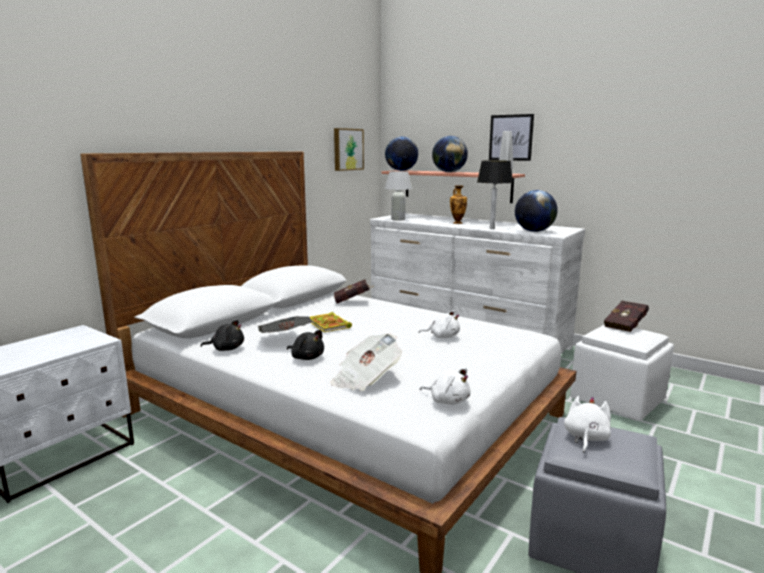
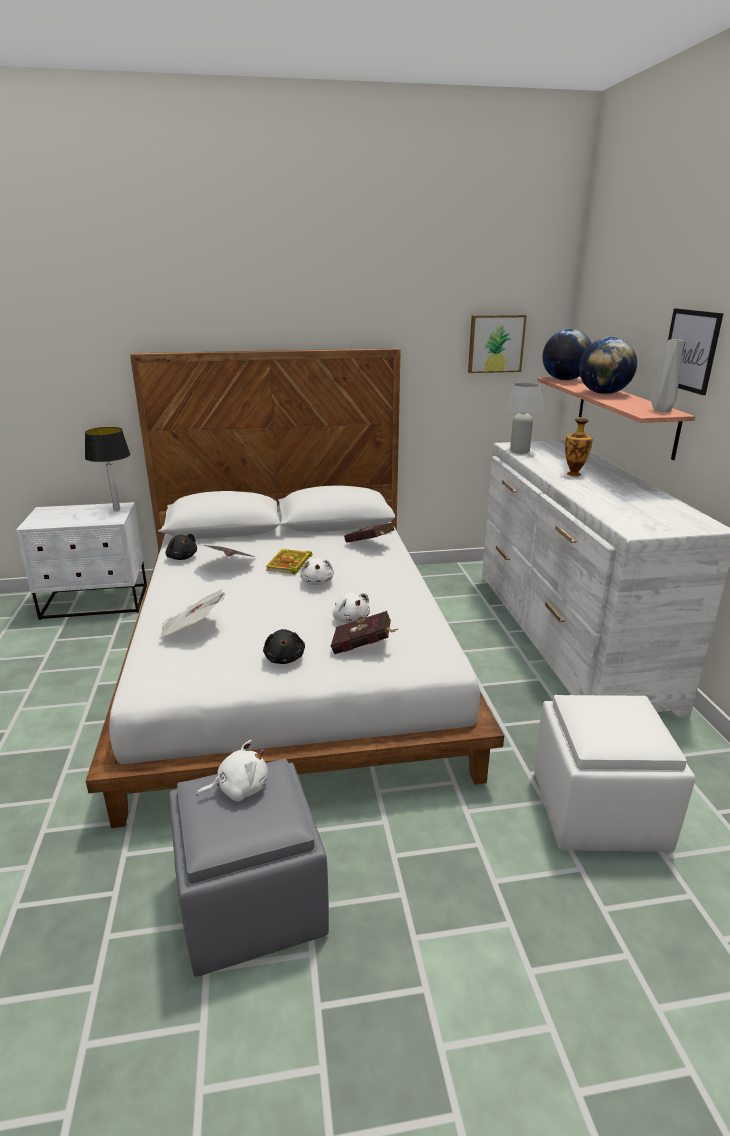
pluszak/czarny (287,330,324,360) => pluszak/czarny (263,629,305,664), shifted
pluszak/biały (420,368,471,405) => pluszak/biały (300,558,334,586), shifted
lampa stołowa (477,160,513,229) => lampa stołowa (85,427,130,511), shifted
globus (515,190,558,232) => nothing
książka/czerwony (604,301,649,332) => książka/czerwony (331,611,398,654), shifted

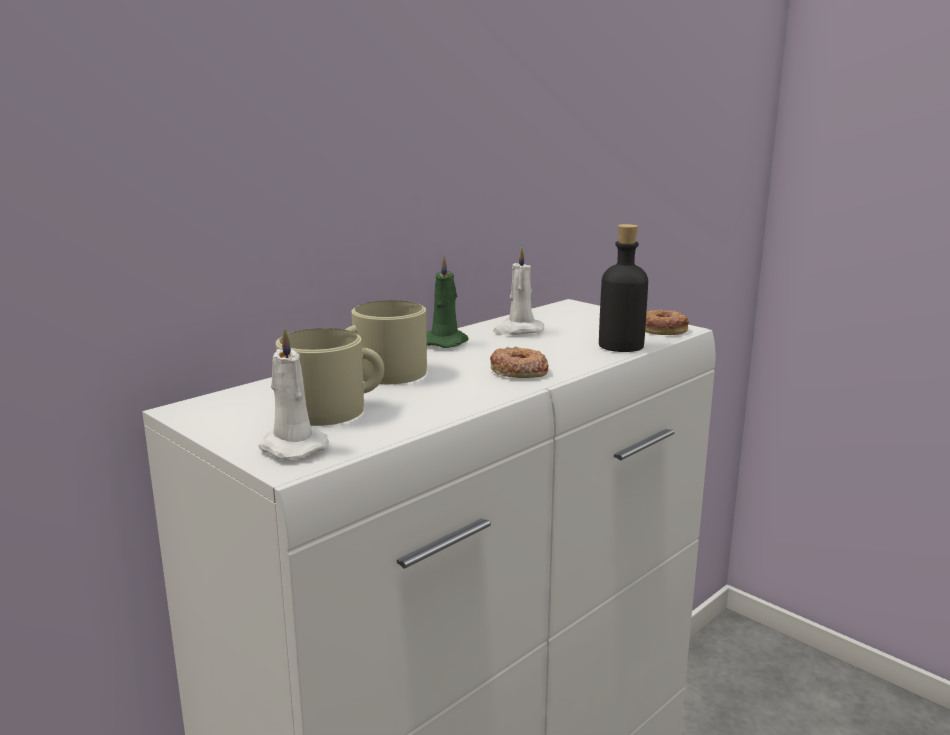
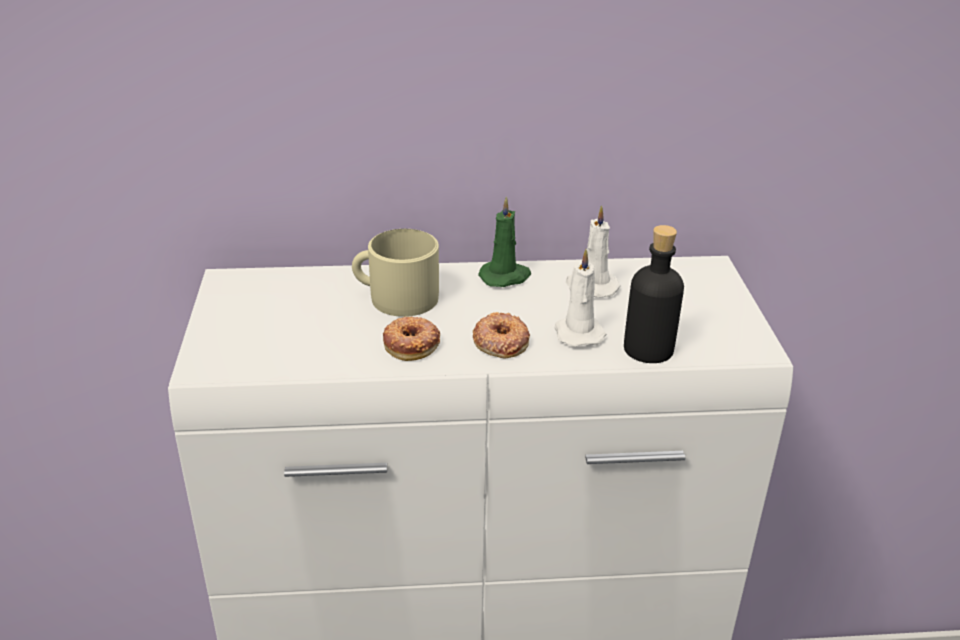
świeca/biały (259,327,329,459) => świeca/biały (555,249,606,347), shifted
kubek/beżowy (276,328,384,426) => nothing
donut (645,309,689,335) => donut (383,316,440,361), shifted

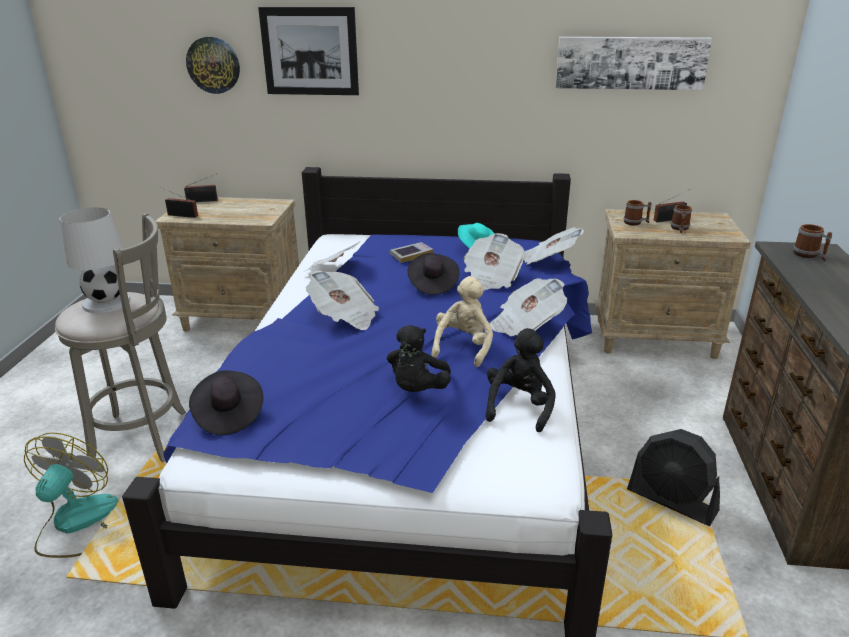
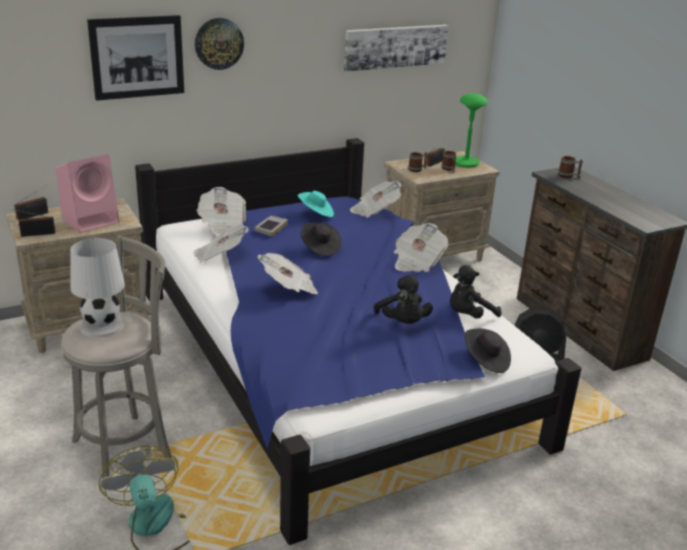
zegar ścienny (186,37,240,94) => zegar ścienny (195,18,244,70), shifted
kapelusz/czarny (189,370,263,435) => kapelusz/czarny (465,329,511,373), shifted
pluszak/beżowy (431,276,493,367) => nothing
gazeta (464,233,526,290) => gazeta (197,187,246,235), shifted
pluszak/czarny (486,328,555,433) => pluszak/czarny (450,265,502,319), 105 degrees counterclockwise
nothing => głośnik/różowy (55,154,119,233)
nothing => lampa stołowa/zielony (455,93,488,168)

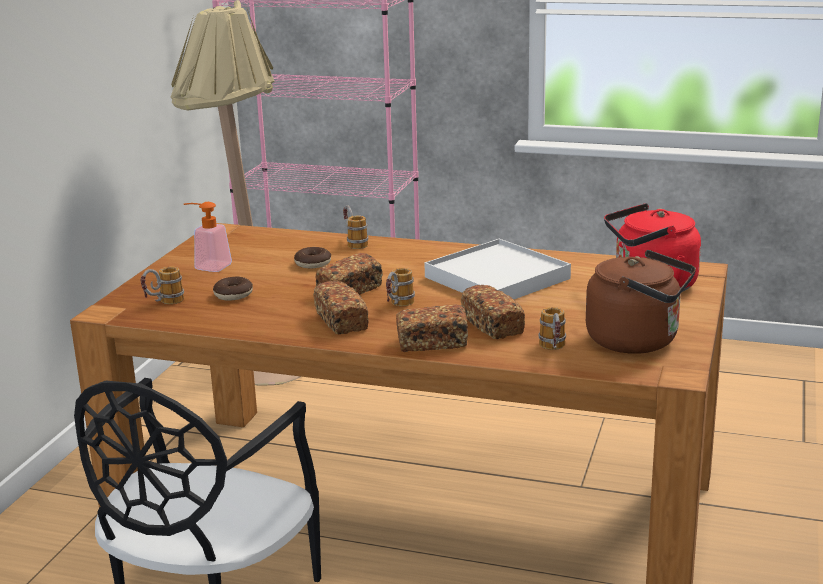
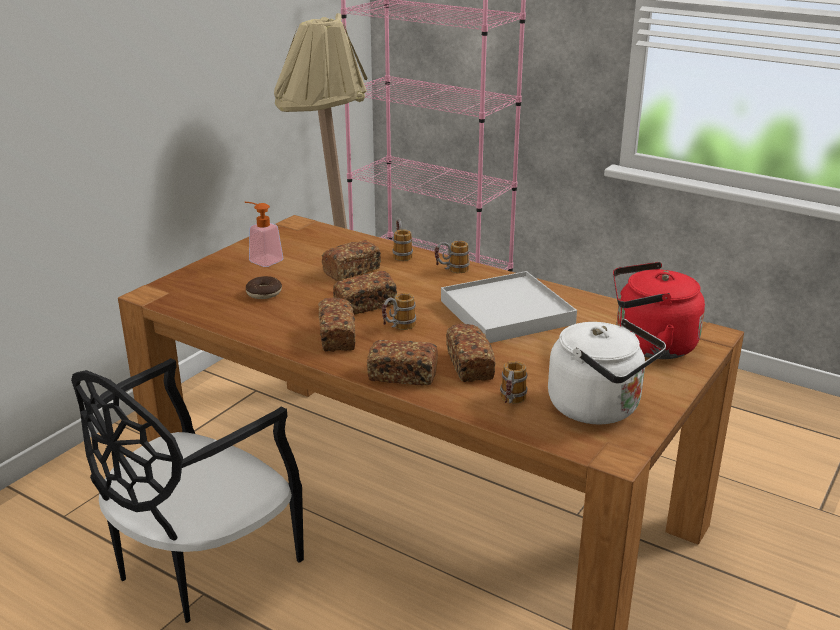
kubek (140,267,184,304) => kubek (435,241,470,273), shifted
donut (294,247,331,268) => chleb (322,240,381,281)
czajnik/brązowy (586,250,696,353) => czajnik/biały (548,319,666,425)

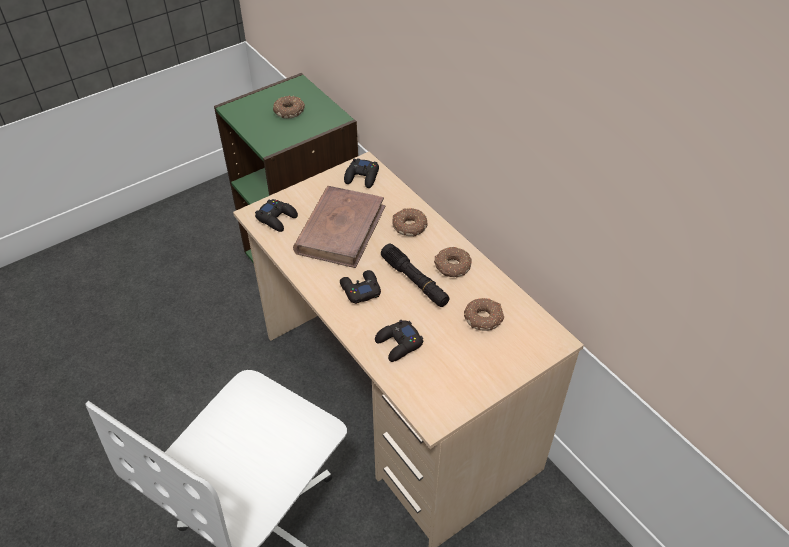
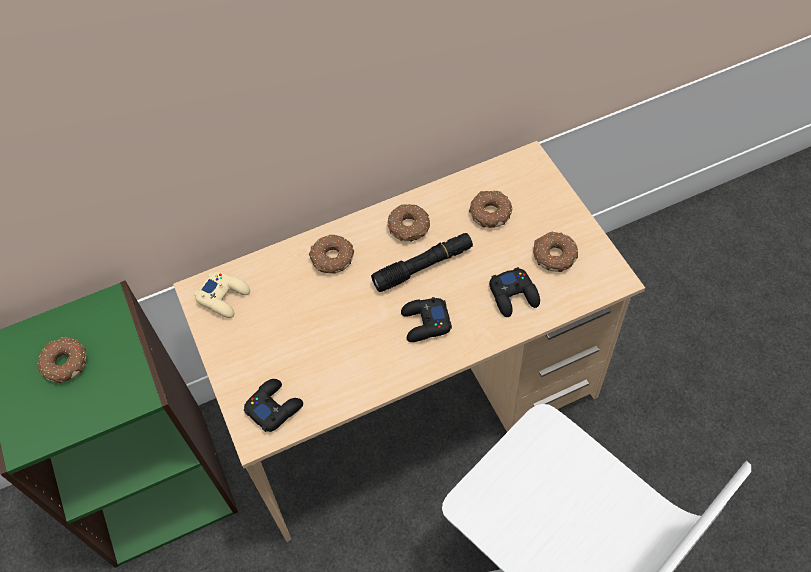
książka/brązowy (293,186,386,268) => nothing
pad do gier/czarny (344,158,379,188) => pad do gier/beżowy (194,272,250,318)
nothing => donut (533,232,578,272)

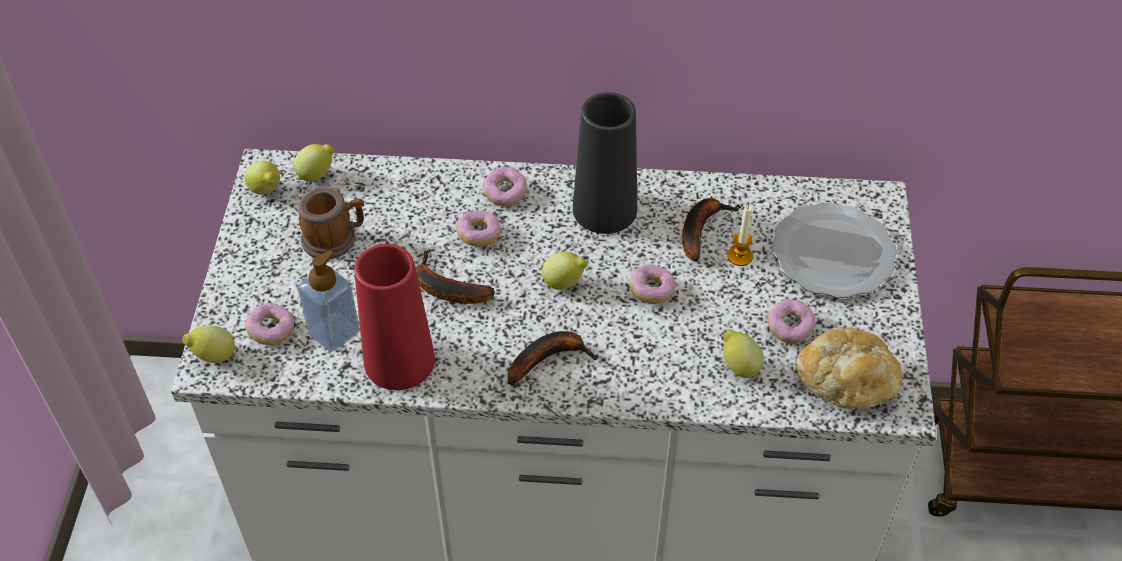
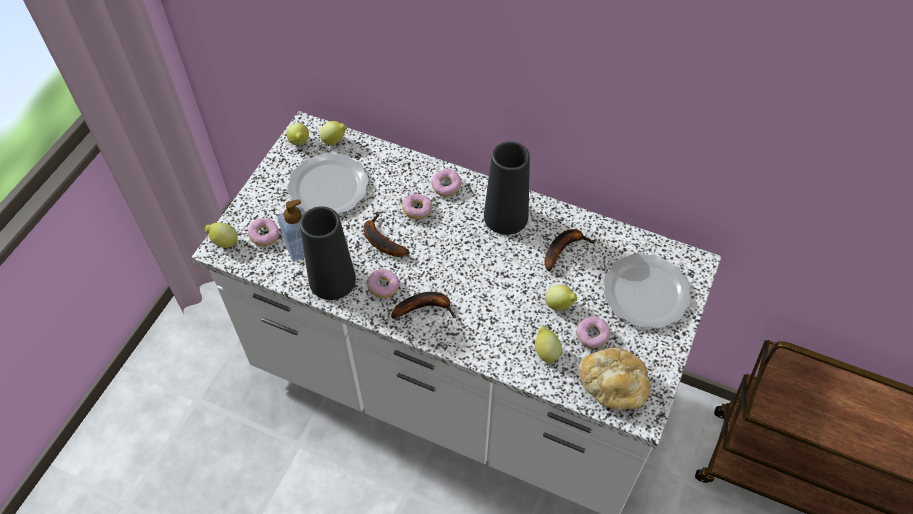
kubek (298,187,364,259) => talerz (287,153,369,215)
wazon/czerwony (354,244,435,390) => wazon/czarny (300,206,356,300)
cytryna (542,252,588,290) => cytryna (545,285,578,311), shifted
donut (630,265,676,304) => donut (367,269,399,298), shifted
świeca (727,205,753,266) => nothing

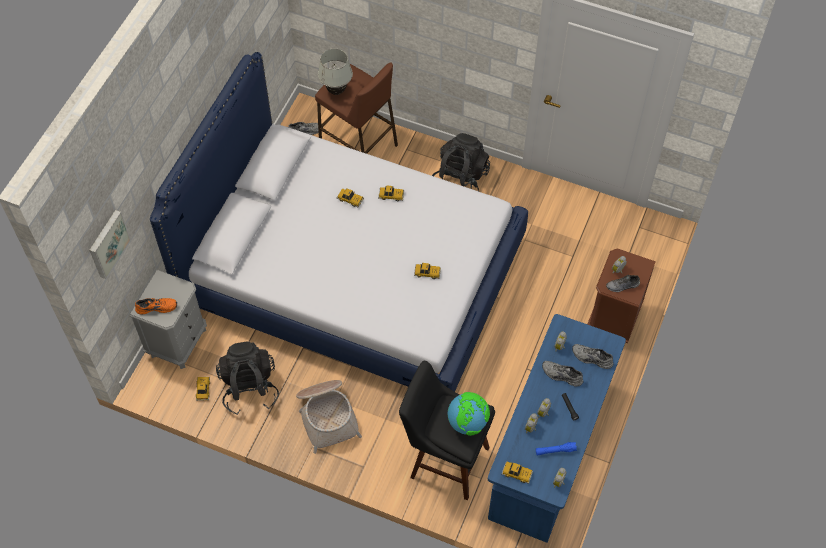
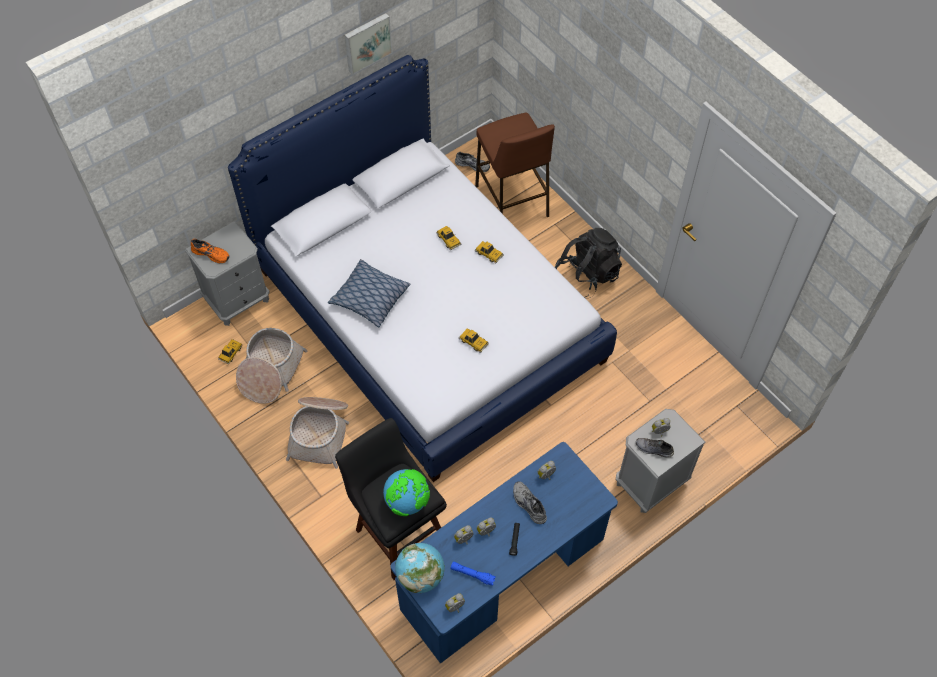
obraz (89,210,131,279) => obraz (344,13,392,75), shifted
plecak/czarny (216,341,279,415) => koszyk (236,328,307,404)
lampa stołowa/biały (318,48,353,95) => nothing
samochodzik (502,461,533,484) => globus (395,543,445,593)
but/szary (572,344,613,369) => nothing
szafka nocna/brązowy (587,248,656,343) => szafka nocna/szary (616,409,706,513)
nothing => poduszka (328,259,411,327)

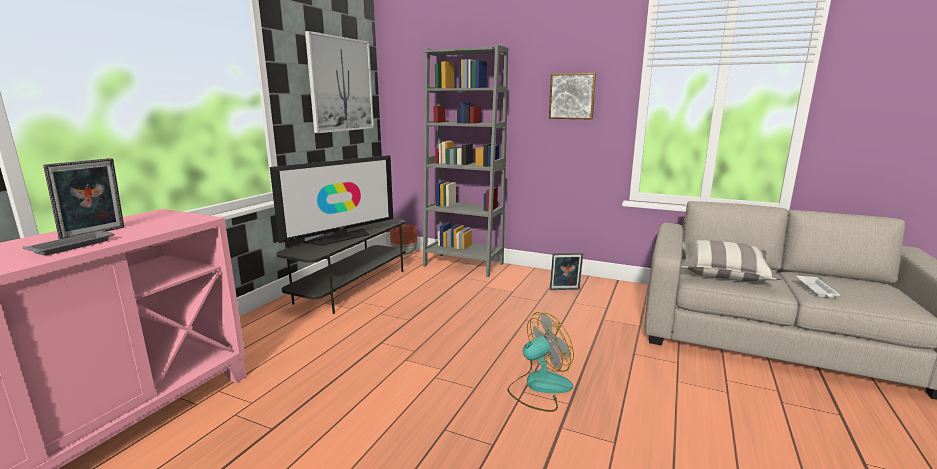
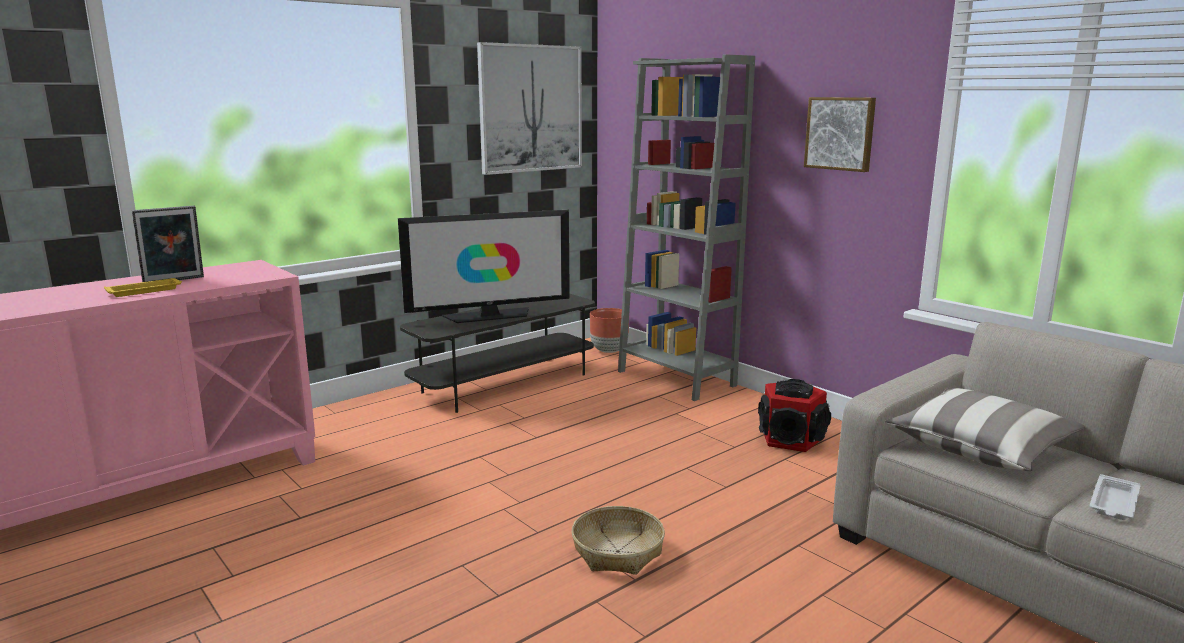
taca/szary (23,231,115,256) => taca/żółty (104,278,182,297)
wentylator (508,312,574,412) => koszyk (572,506,665,575)
ramka na zdjęcie (550,253,583,290) => głośnik (758,379,831,452)

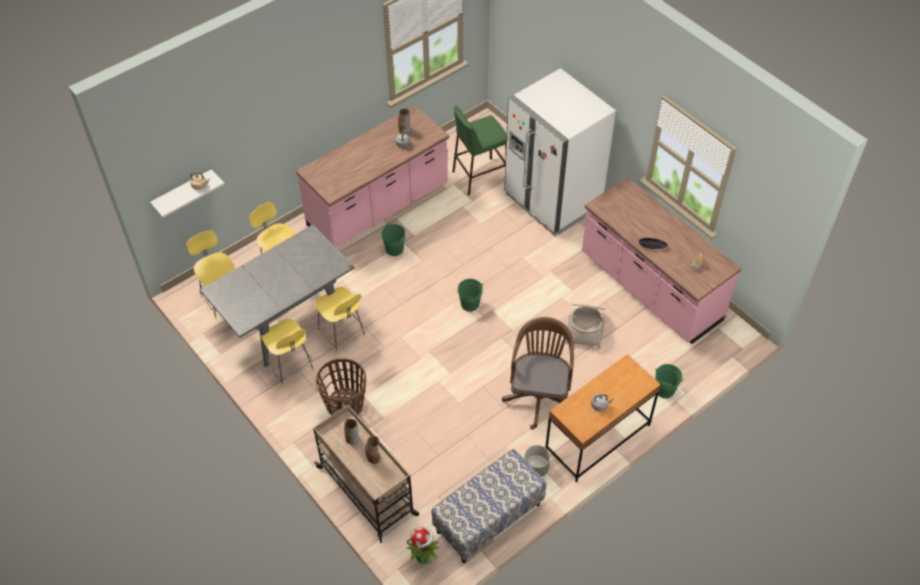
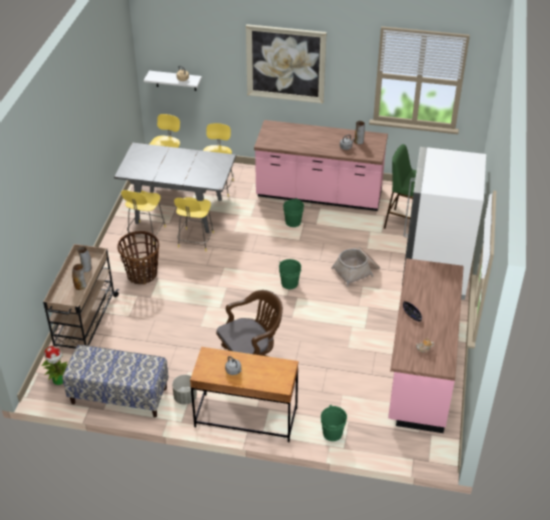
koszyk (565,304,605,349) => koszyk (331,247,380,287), shifted
nothing => obraz (246,24,327,104)

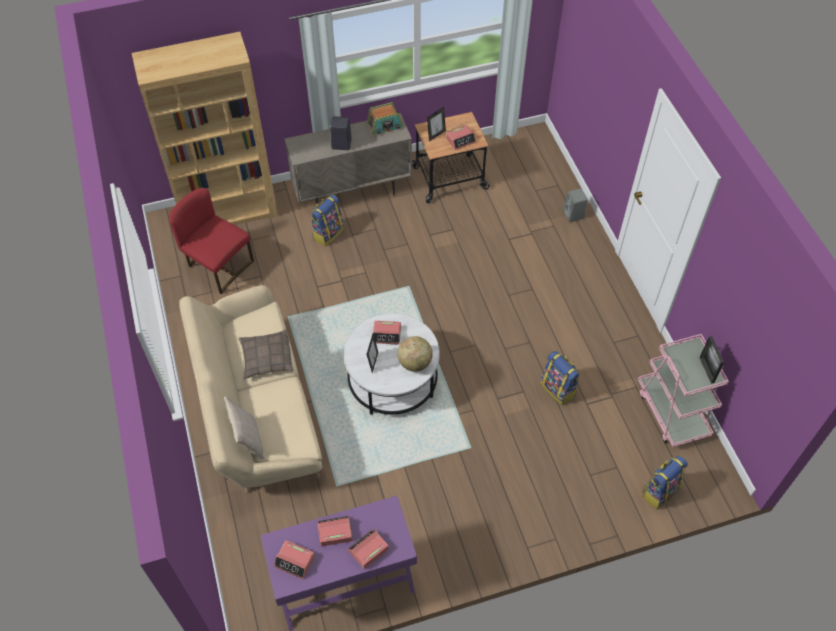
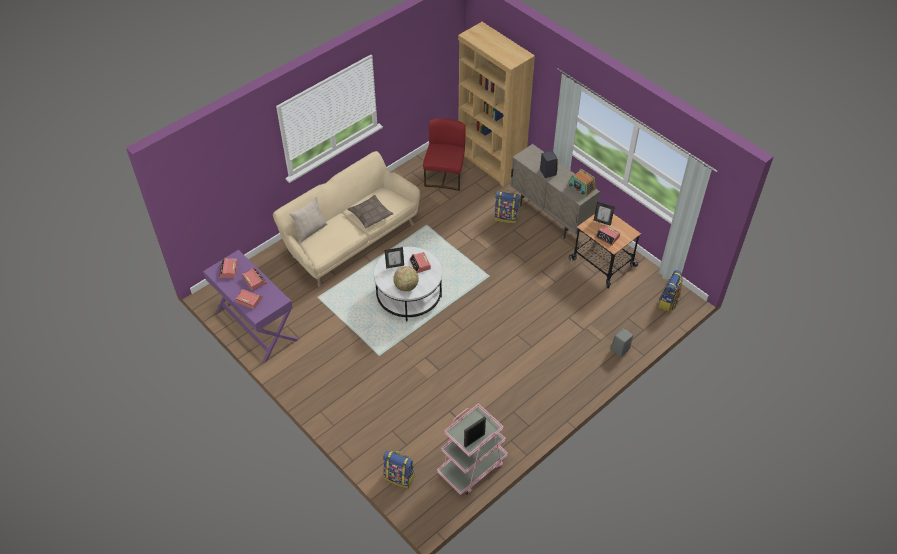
plecak (541,351,580,405) => plecak (658,270,683,312), shifted

